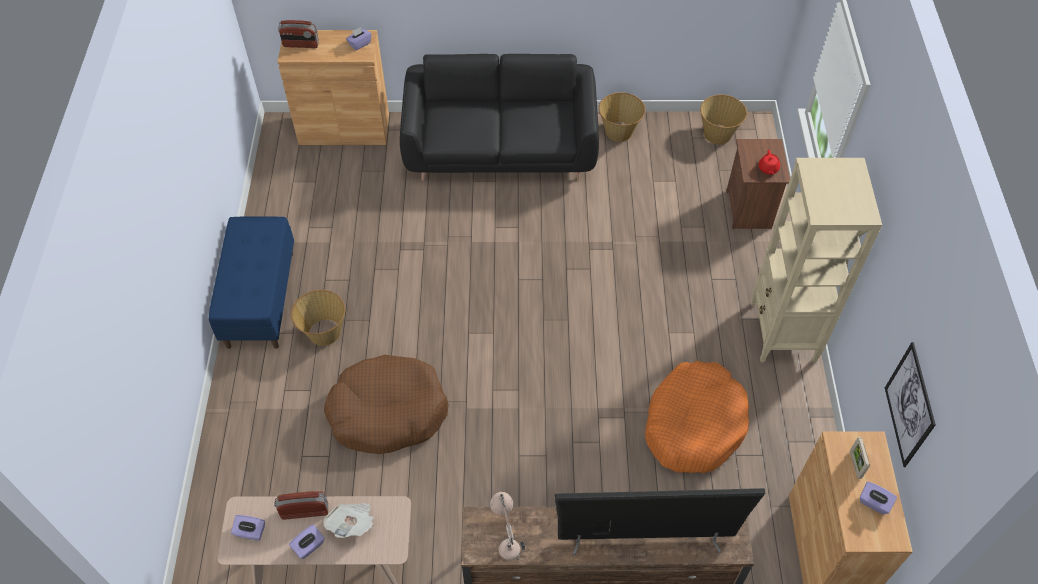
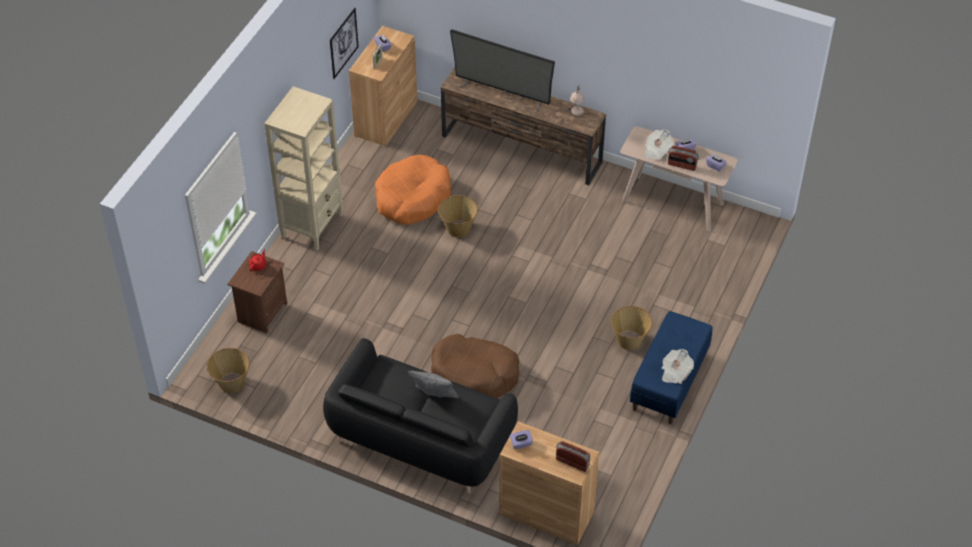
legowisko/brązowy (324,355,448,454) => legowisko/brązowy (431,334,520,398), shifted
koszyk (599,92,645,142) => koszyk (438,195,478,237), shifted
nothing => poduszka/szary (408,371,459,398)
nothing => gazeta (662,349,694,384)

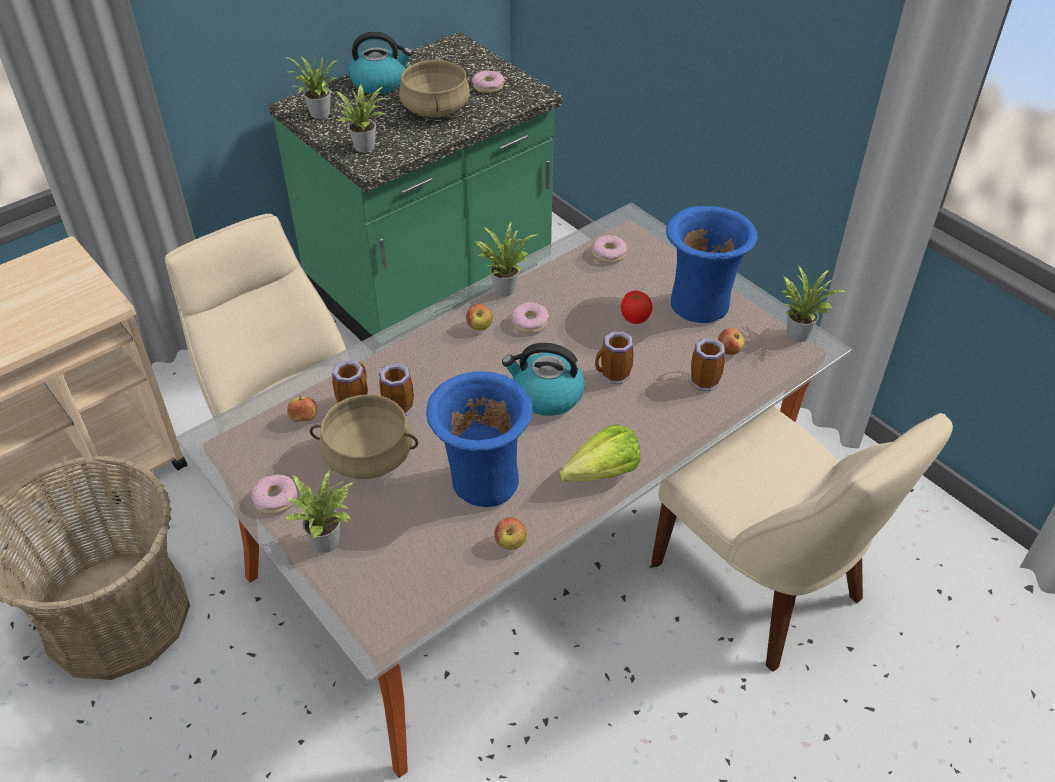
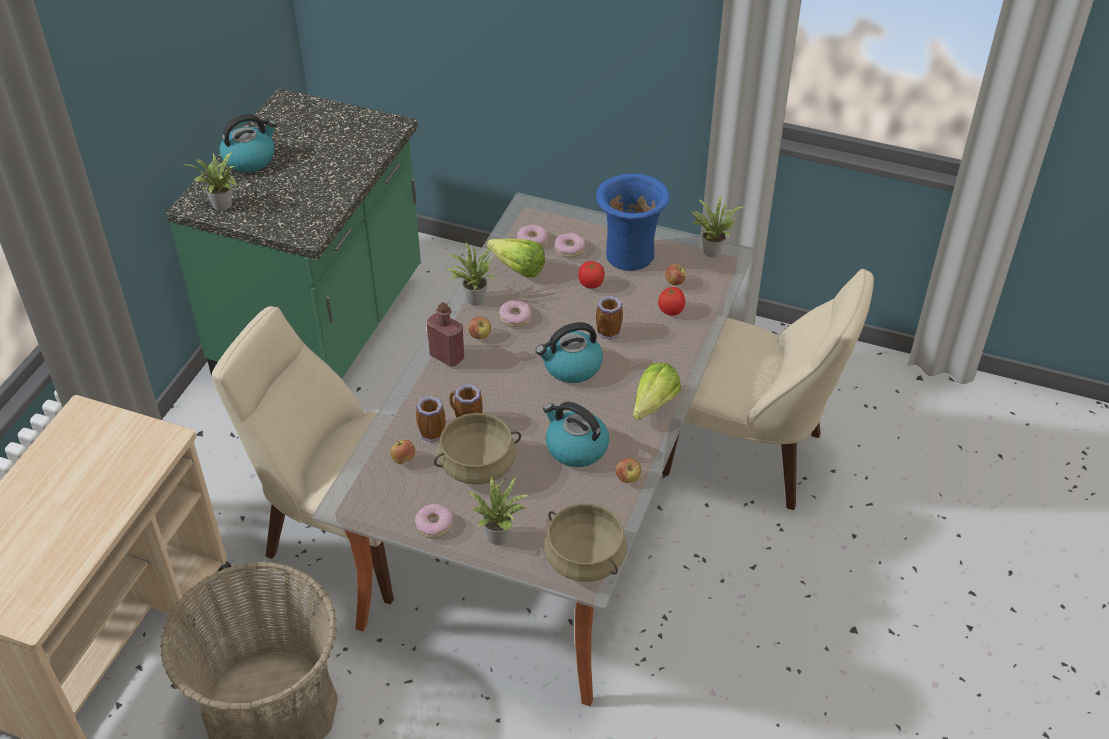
roślina doniczkowa (336,84,388,152) => nothing
garnek/beżowy (399,60,470,117) => garnek/beżowy (544,503,627,582), shifted
wazon/niebieski (426,371,533,507) => czajnik (543,402,609,467)
donut (472,70,504,93) => donut (555,233,585,257), shifted
kubek (690,338,725,391) => pomidor (658,287,685,316)
nothing => butelka/czerwony (426,302,464,367)
nothing => sałata (487,238,545,278)

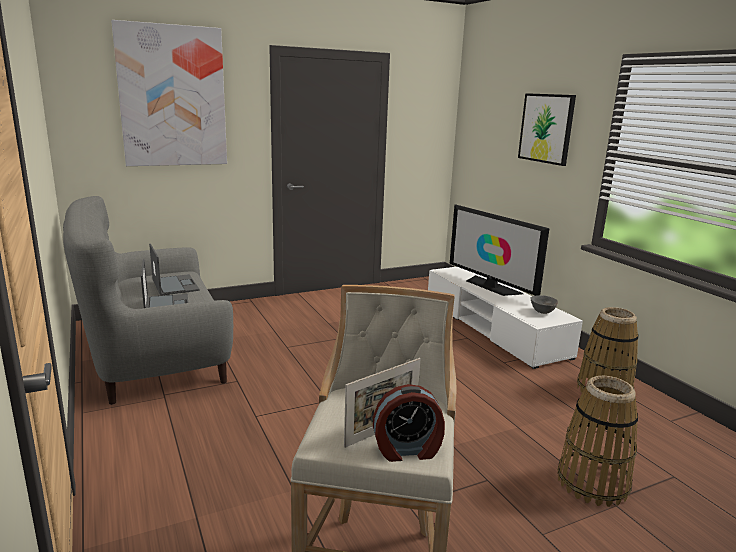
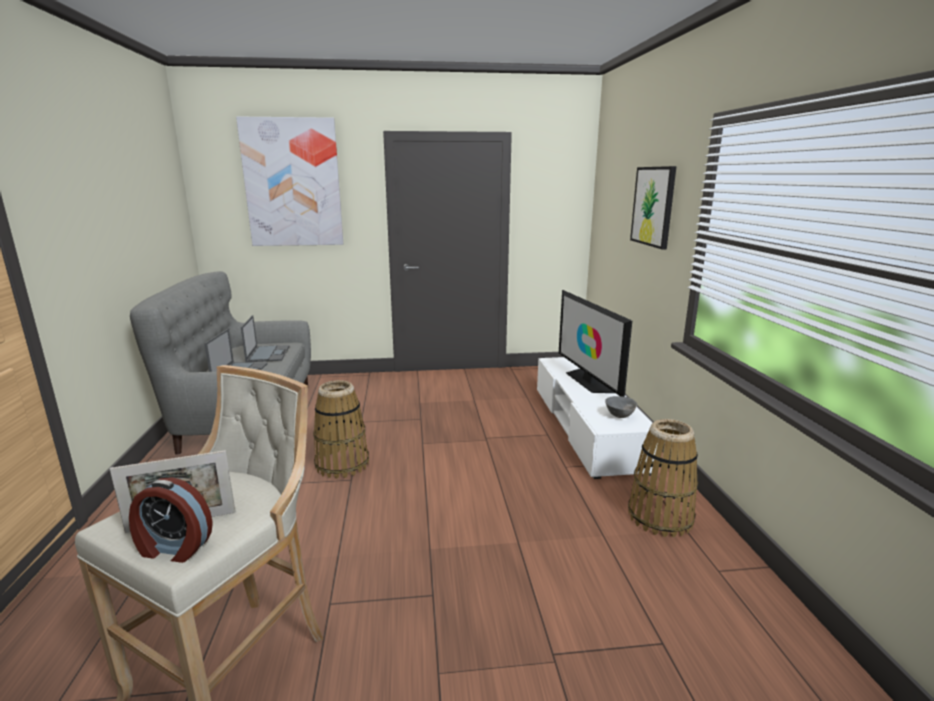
koszyk (557,376,638,507) => koszyk (313,380,369,479), shifted

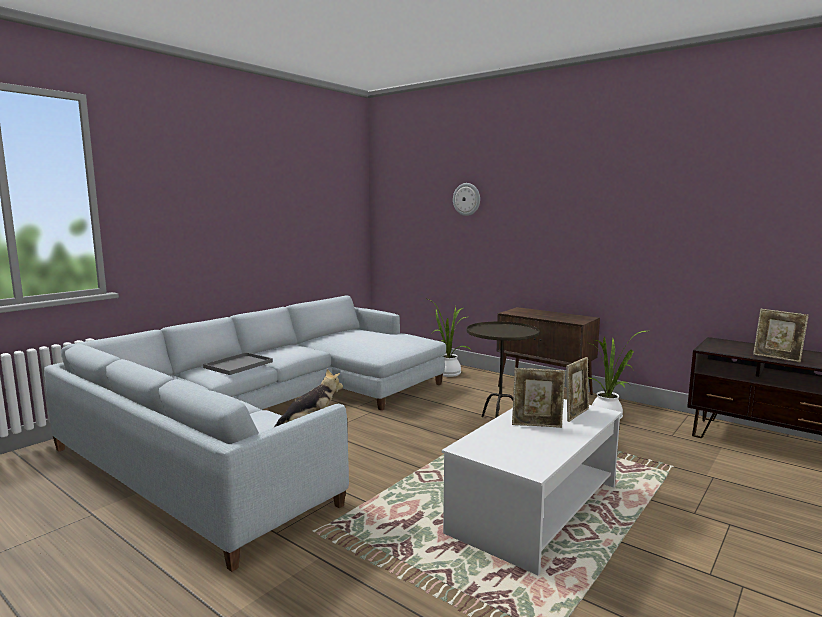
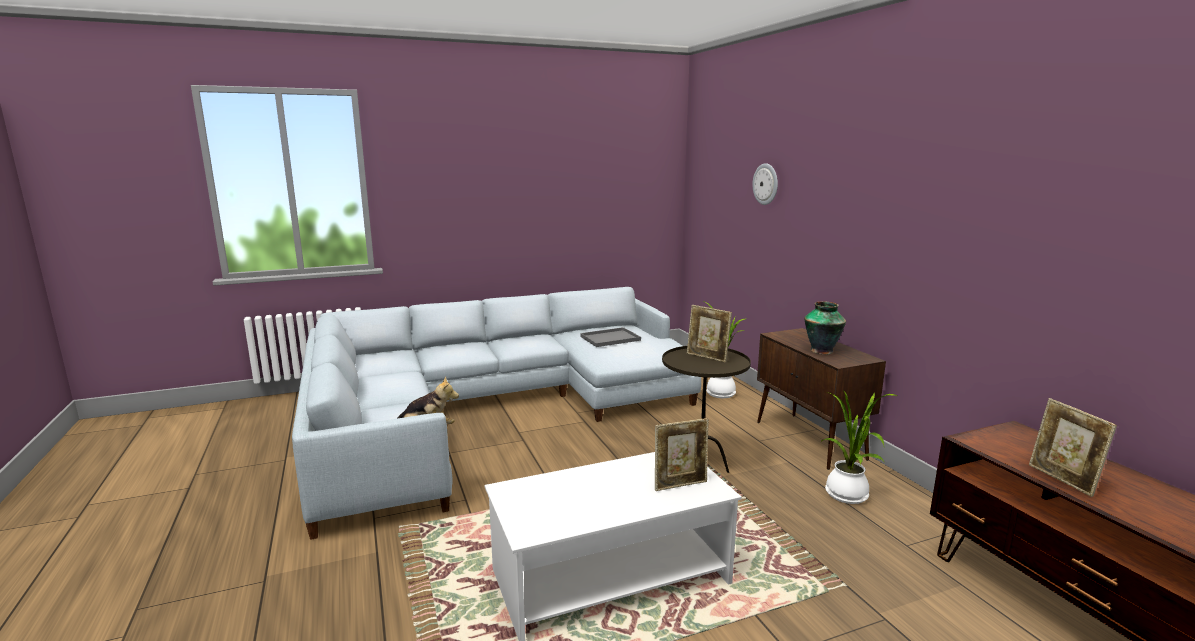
taca/szary (203,352,273,375) => taca/szary (580,327,641,347), shifted
ramka na zdjęcie (512,368,565,428) => ramka na zdjęcie (687,305,732,362), shifted
nothing => wazon (804,301,846,354)

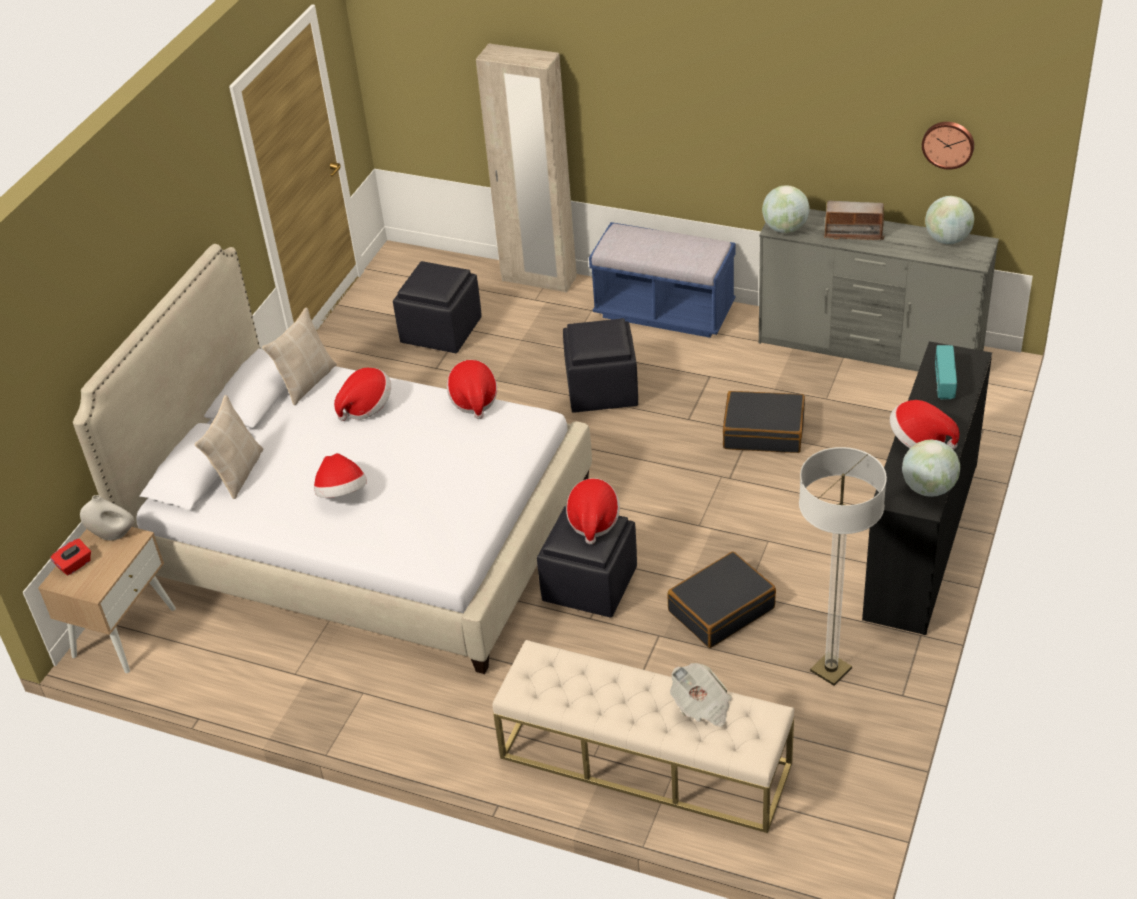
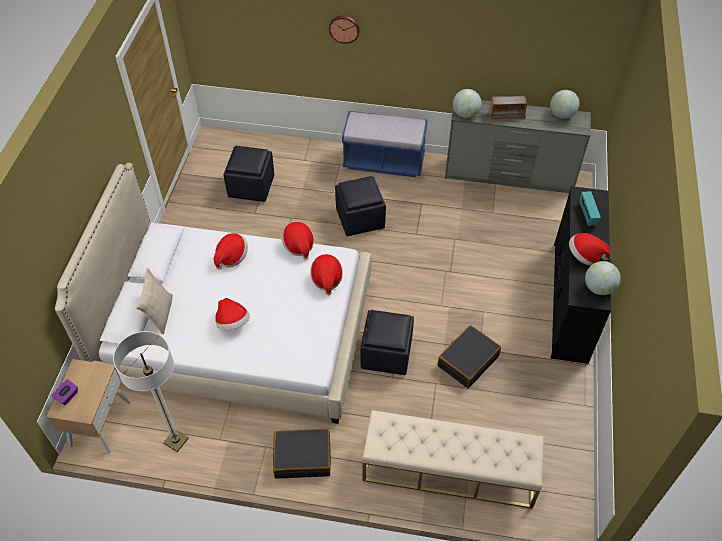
pudełko chusteczek/czerwony (50,539,91,575) => pudełko chusteczek/fioletowy (52,379,78,405)
wazon/biały (80,495,134,540) => nothing
poduszka/beżowy (262,308,337,405) => nothing
szafa/beżowy (476,44,577,293) => nothing
kapelusz (566,478,620,545) => kapelusz (310,254,343,295), shifted
gazeta (670,663,732,727) => nothing
walizka/czarny (723,391,805,453) => walizka/czarny (273,429,331,479), shifted
lampa stojąca (799,447,887,686) => lampa stojąca (113,331,189,452), shifted
zegar ścienny (922,122,974,170) => zegar ścienny (329,16,359,44), shifted

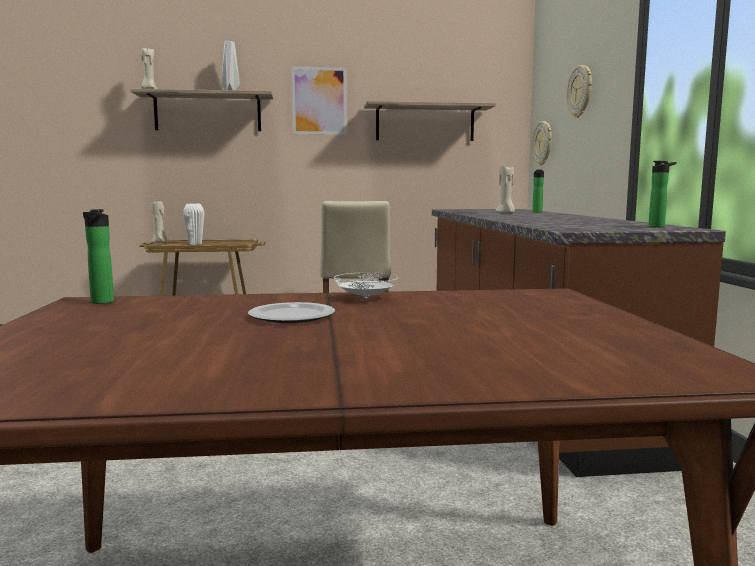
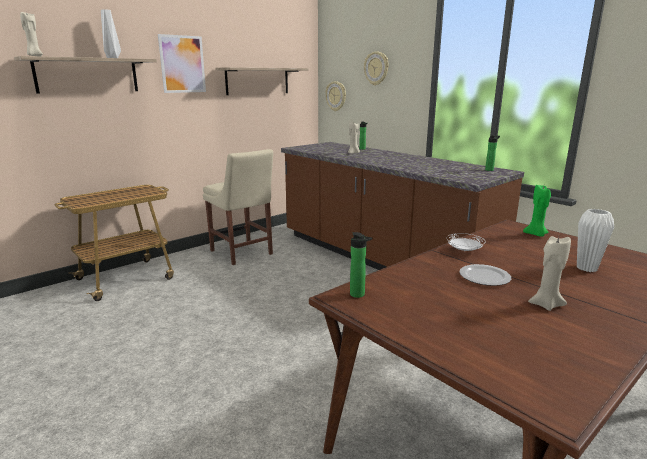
świeca/beżowy (151,201,167,243) => świeca/beżowy (528,236,571,311), shifted
wazon/biały (183,204,204,245) => wazon/biały (577,209,614,272), shifted
nothing => świeca/zielony (523,185,551,237)

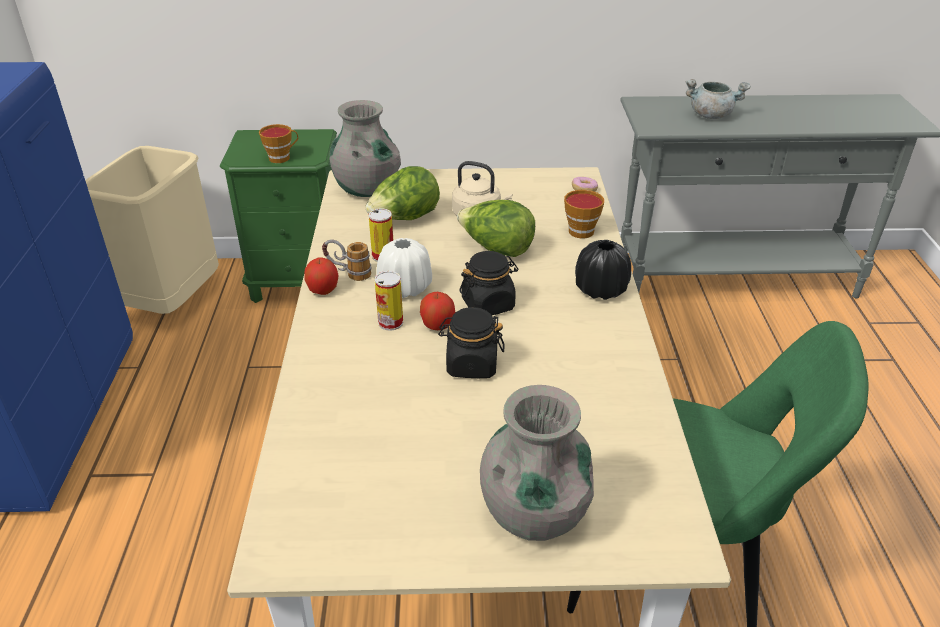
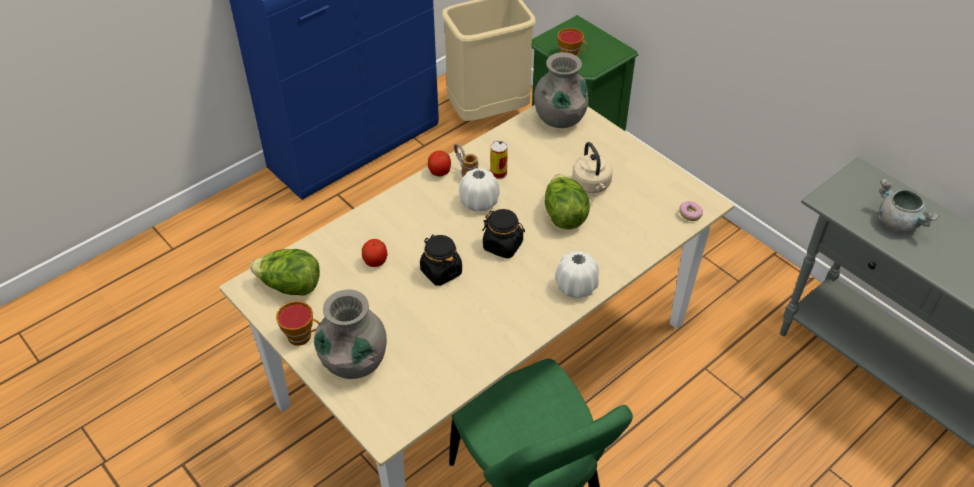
sałata (365,166,440,220) => sałata (250,249,320,296), shifted
puszka (374,271,403,331) => nothing
jabłko (420,292,455,330) => jabłko (362,239,388,267), shifted
filiżanka (564,190,604,238) => filiżanka (276,301,320,346), shifted
wazon/czarny (575,240,631,300) => wazon/biały (555,251,599,298)

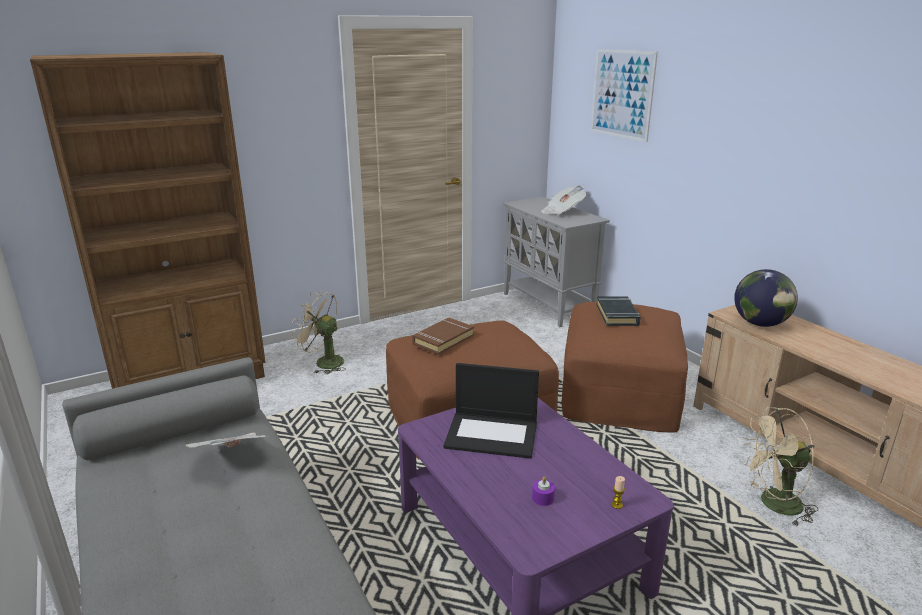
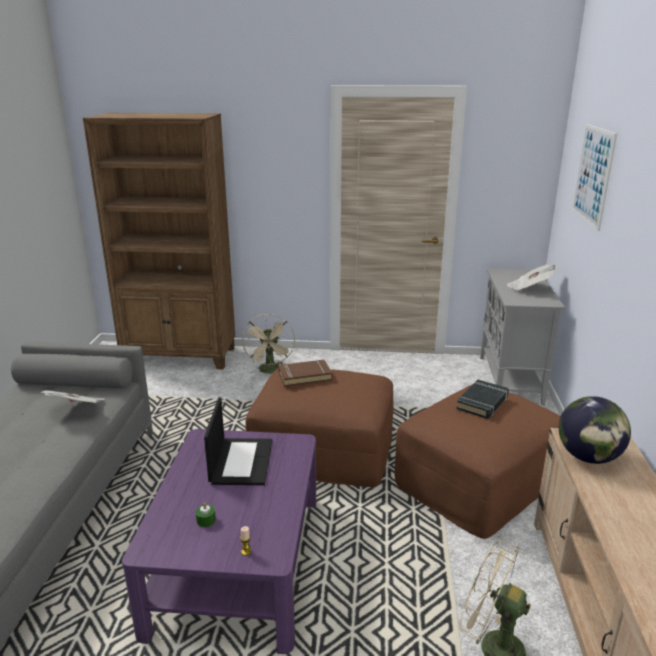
wentylator/beżowy (292,291,346,374) => wentylator/beżowy (242,314,295,374), 150 degrees counterclockwise
laptop (444,363,539,459) => laptop (204,397,272,485), 135 degrees counterclockwise
świeca/fioletowy (532,477,555,506) => świeca/zielony (196,502,216,527)

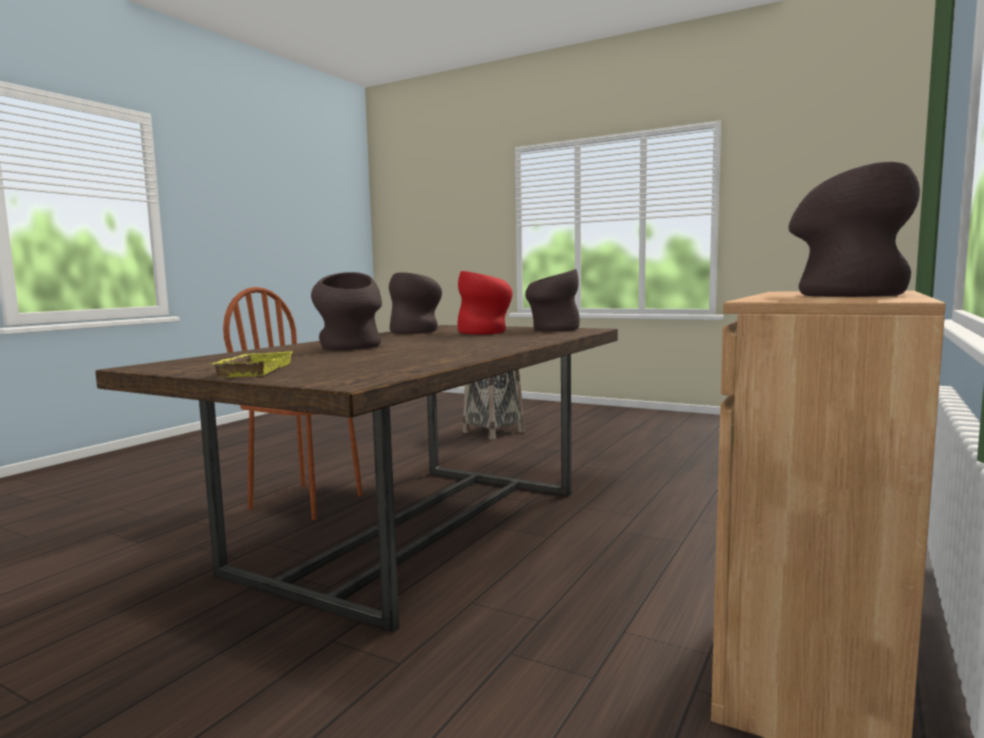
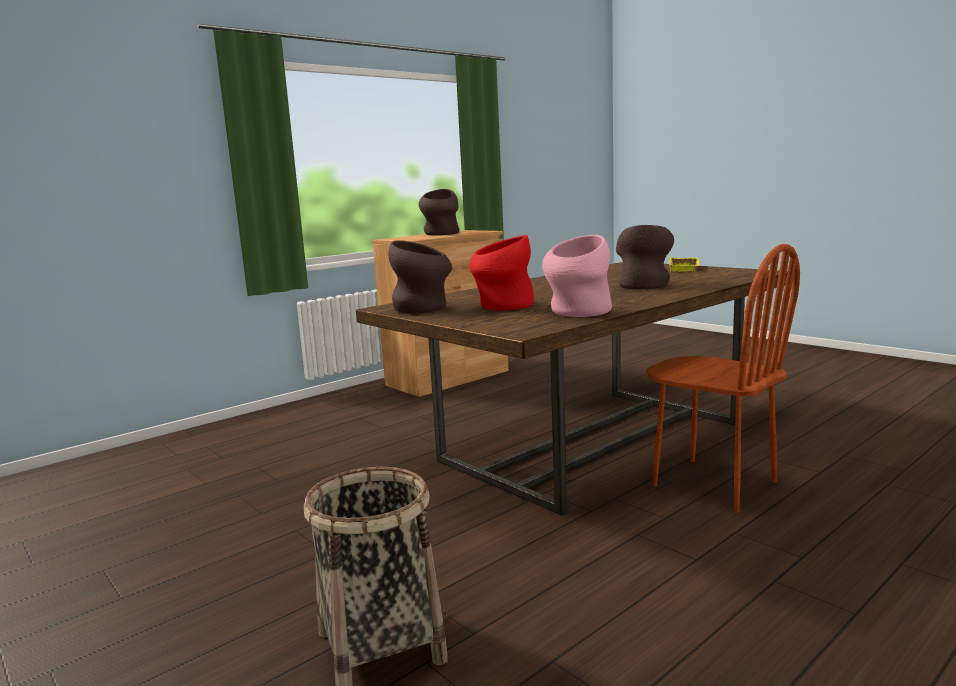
wazon/brązowy (389,272,442,334) => wazon/różowy (542,235,612,317)

